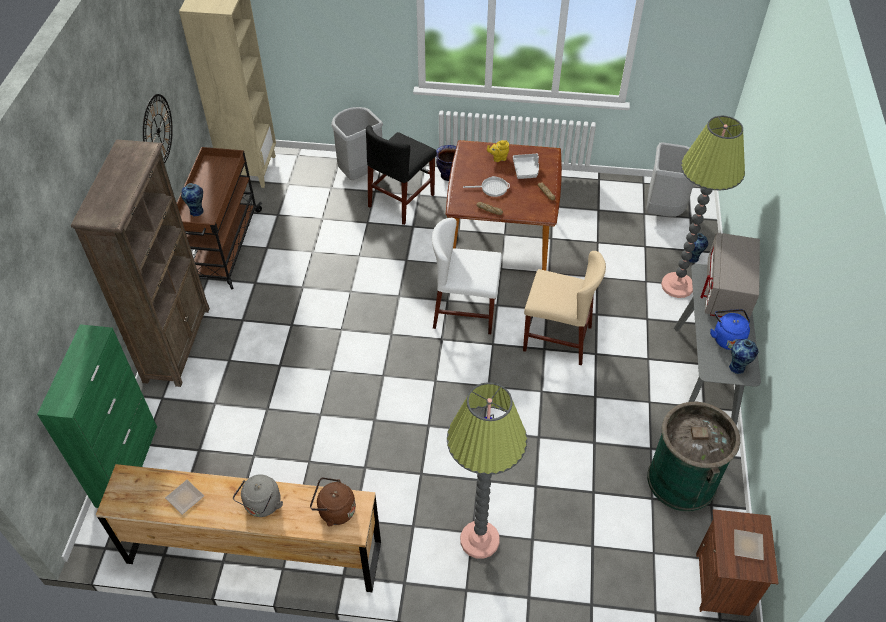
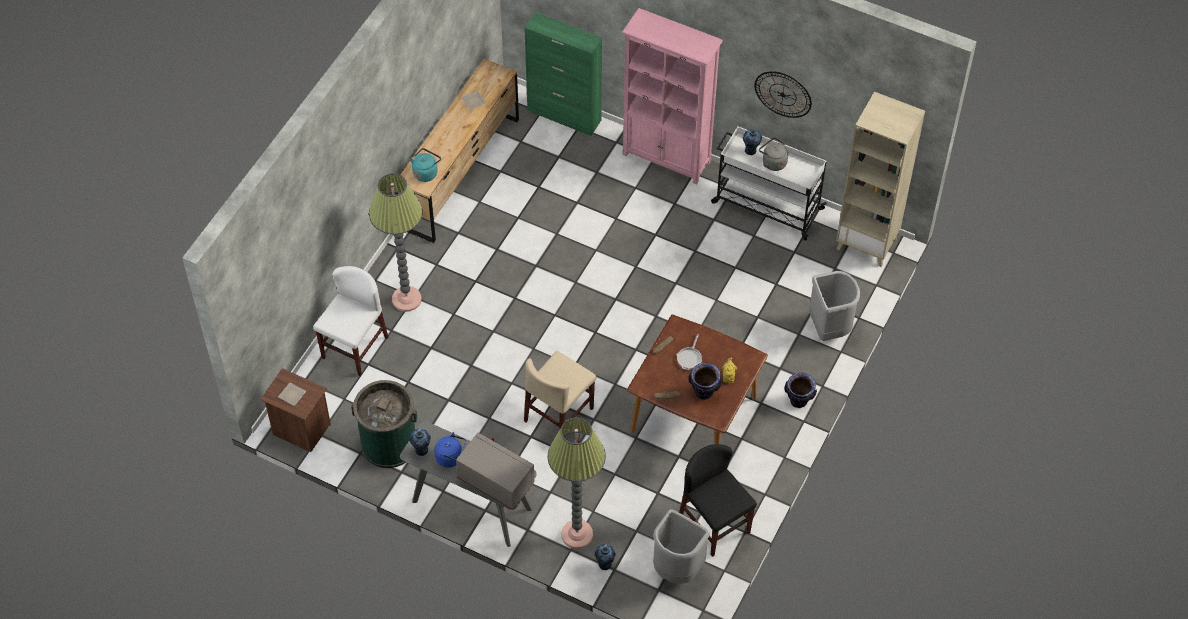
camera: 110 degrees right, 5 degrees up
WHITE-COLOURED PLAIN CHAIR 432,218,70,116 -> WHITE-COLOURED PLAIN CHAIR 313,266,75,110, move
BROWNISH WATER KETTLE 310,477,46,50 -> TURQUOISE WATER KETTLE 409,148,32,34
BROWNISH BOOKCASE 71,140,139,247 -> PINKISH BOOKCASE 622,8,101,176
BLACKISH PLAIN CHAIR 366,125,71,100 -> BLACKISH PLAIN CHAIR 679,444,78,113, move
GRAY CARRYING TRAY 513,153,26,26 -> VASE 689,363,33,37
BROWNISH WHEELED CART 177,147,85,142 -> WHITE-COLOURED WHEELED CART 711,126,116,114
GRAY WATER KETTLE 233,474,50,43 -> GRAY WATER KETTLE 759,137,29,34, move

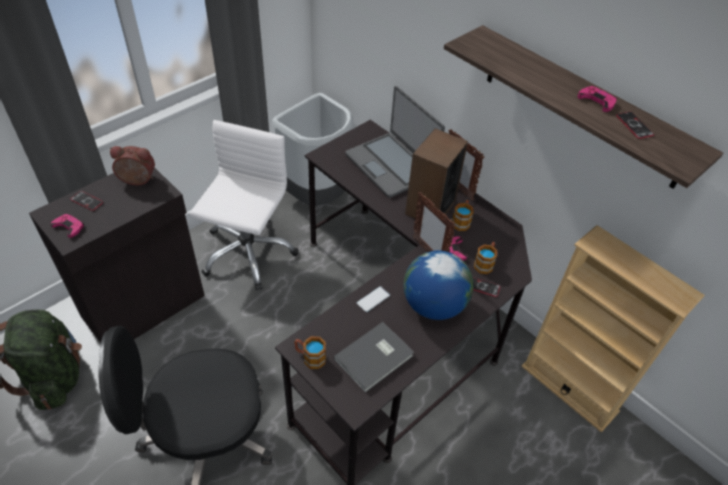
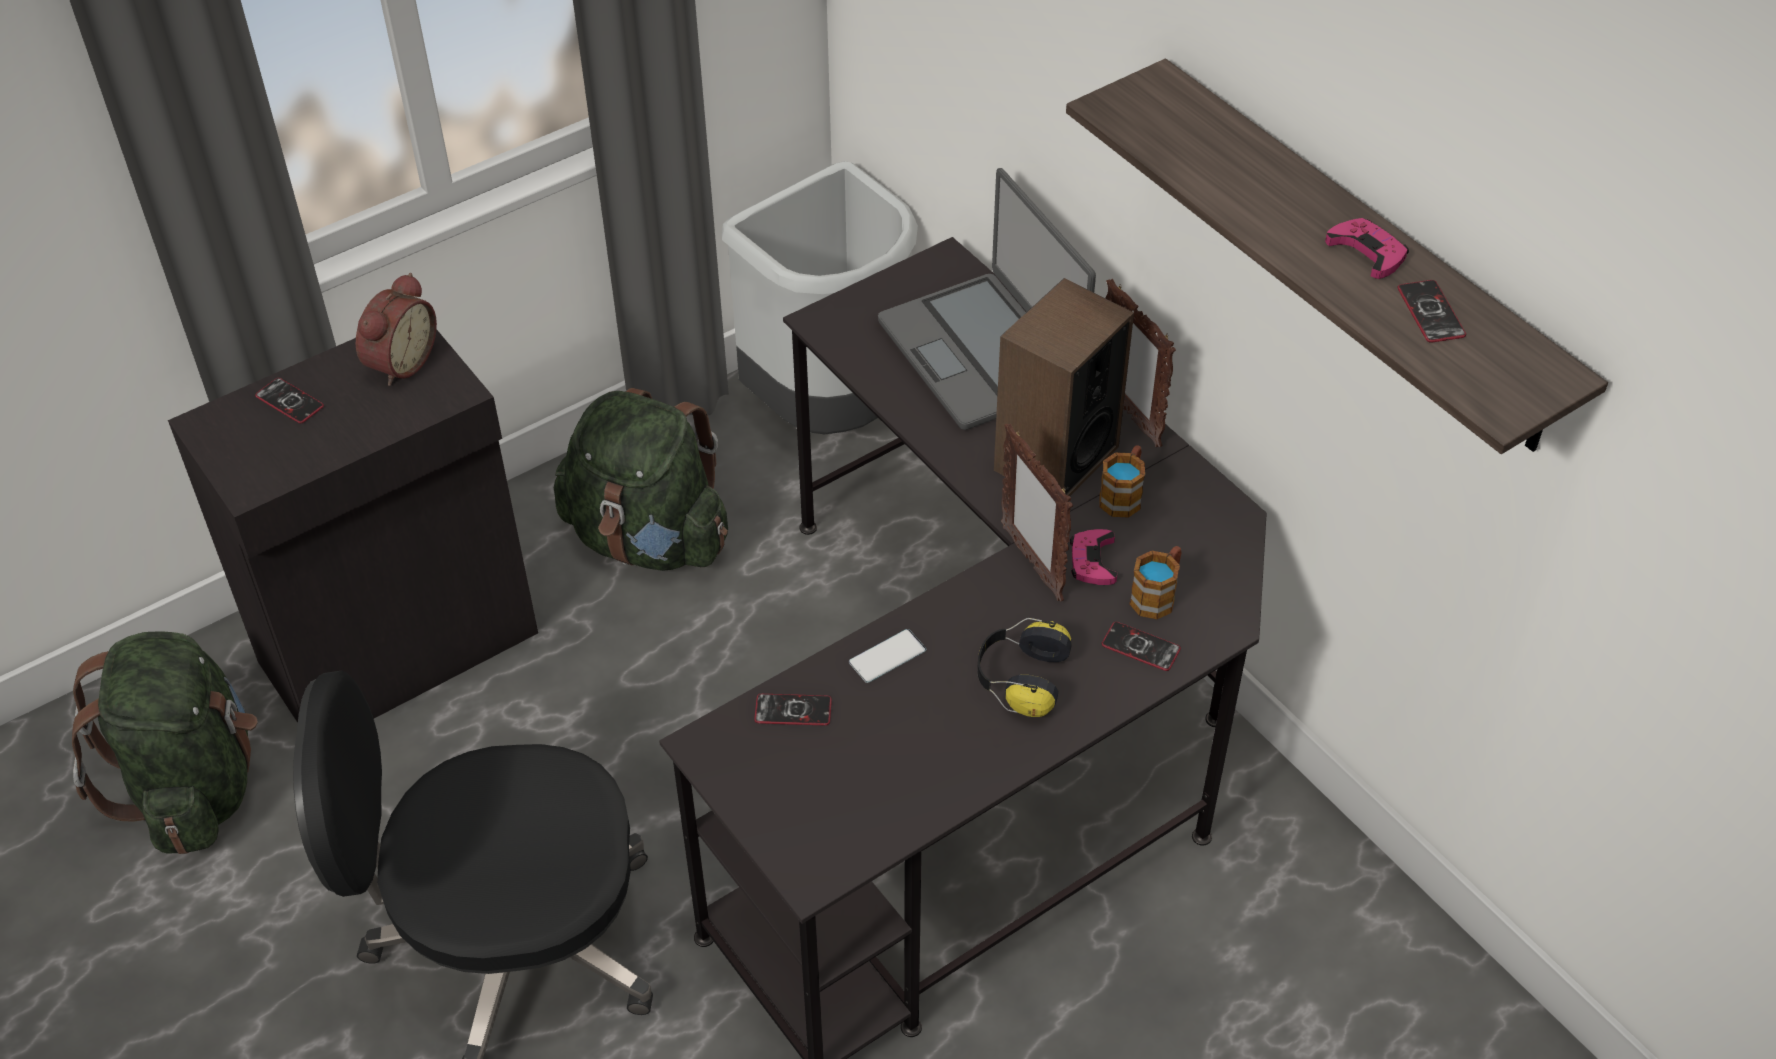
camera: 10 degrees right, 0 degrees up
ALARM CLOCK 110,146,45,39 -> ALARM CLOCK 356,273,81,113, 105 degrees clockwise
WHITE-COLOURED OFFICE CHAIR 190,120,108,171 -> GREEN BACKPACK 554,388,174,183
none -> TELEPHONE 754,694,78,31
WORLD GLOBE 404,250,69,70 -> HEADSET 977,618,95,99
PINKISH GAMEPAD 51,214,33,24 -> none
MUG 294,336,32,33 -> none
GRAY BOUND BOOK 334,322,80,71 -> none
BEIGE BOOKCASE 521,225,184,207 -> none

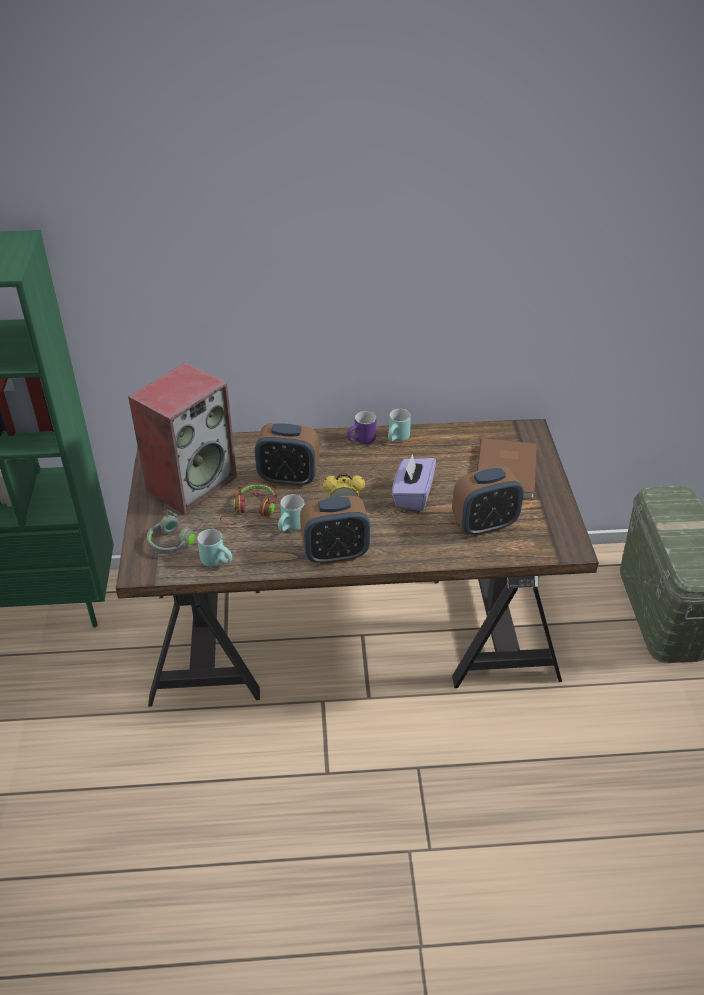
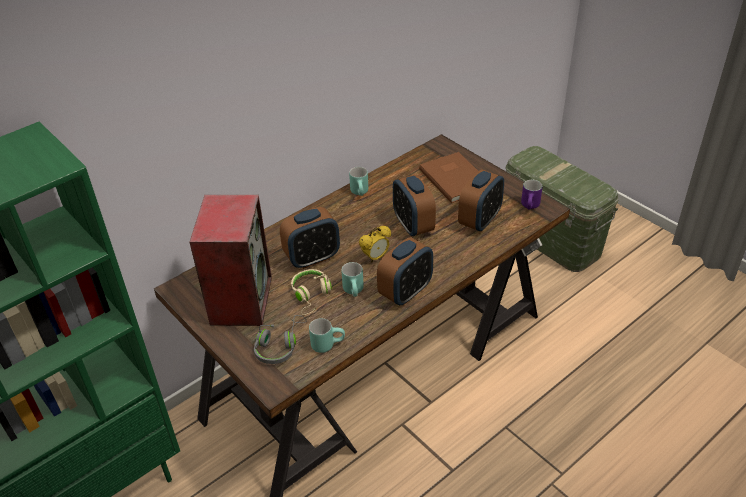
camera: 35 degrees left, 0 degrees up
RED-COLOURED HEADSET 220,483,57,42 -> BEIGE HEADSET 291,269,41,46
PURPLISH BOX OF TISSUES 392,454,44,57 -> ALARM CLOCK 393,174,43,63
PURPLISH MUG 347,411,29,33 -> PURPLISH MUG 521,180,21,30, move

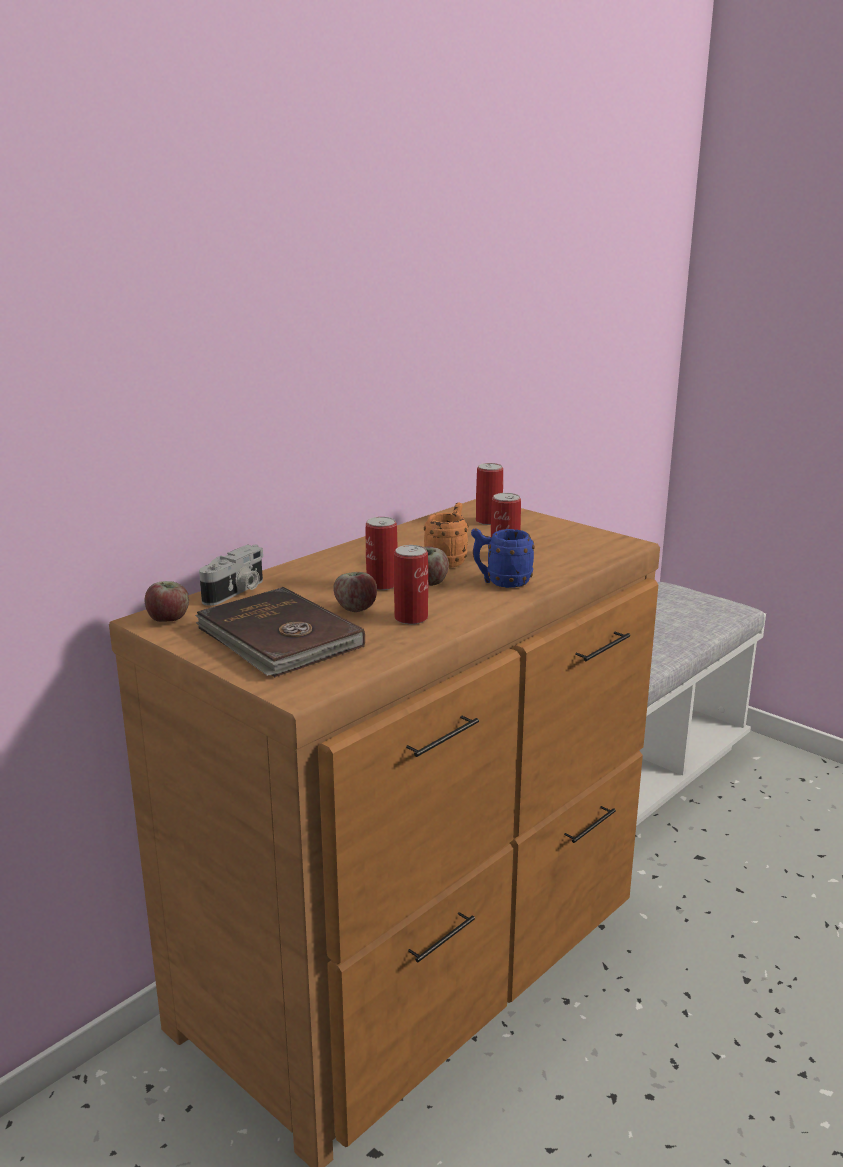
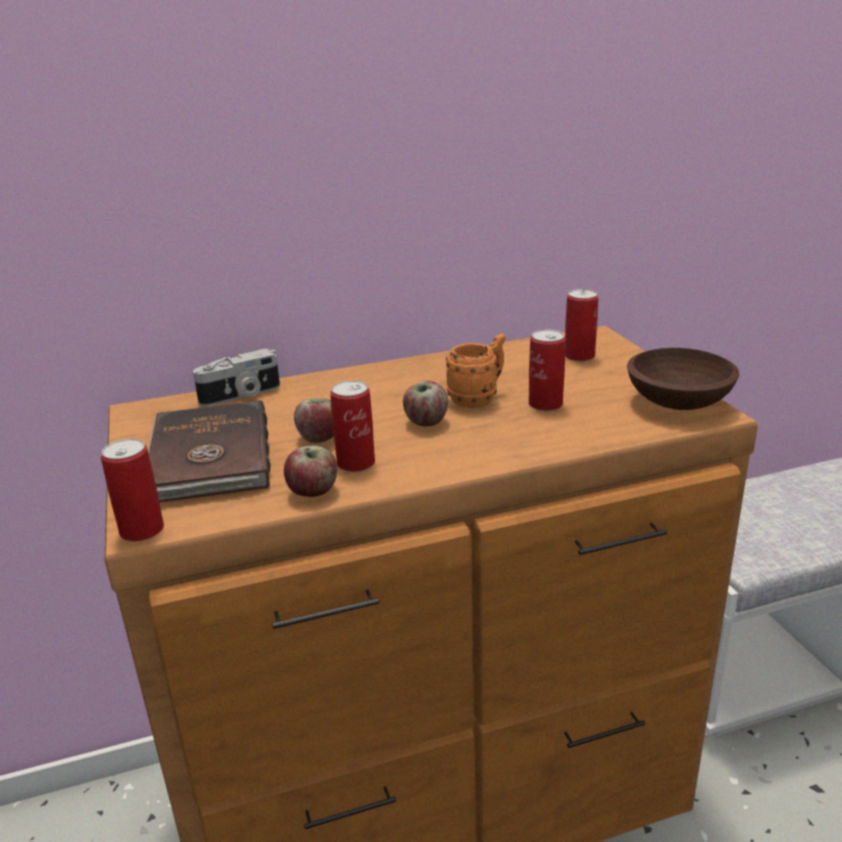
camera: 30 degrees right, 5 degrees up
SEALED CAN 366,517,32,73 -> SEALED CAN 101,439,63,102, move
WHOLE APPLE 145,581,44,41 -> WHOLE APPLE 284,446,53,51, move
none -> BROWNISH DEEP DISH 627,348,112,62
BLUISH MUG 471,529,64,59 -> none

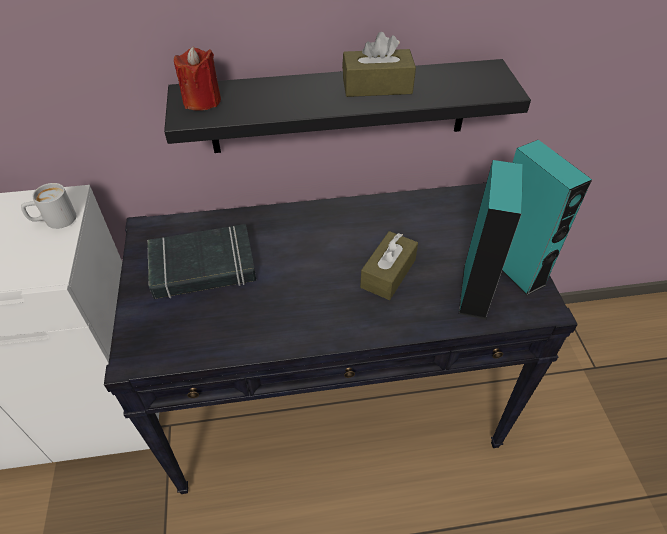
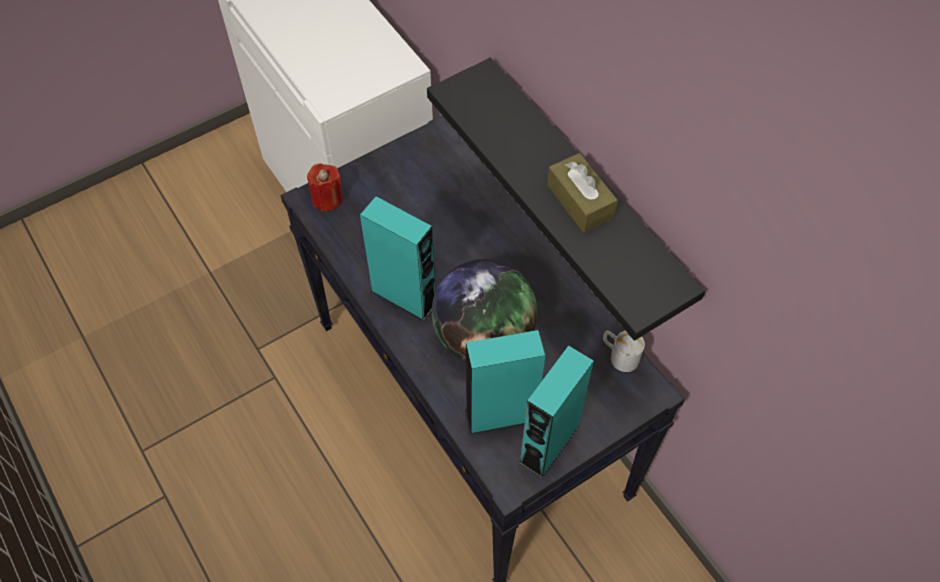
camera: 65 degrees right, 10 degrees up
RED-COLOURED WAX CANDLE 174,47,47,64 -> RED-COLOURED WAX CANDLE 307,163,36,49, move
none -> TURQUOISE LOUDSPEAKER 360,196,76,125
BROWNISH BOX OF TISSUES 360,231,58,69 -> WORLD GLOBE 432,259,105,102
WHITE-COLOURED MUG 21,183,56,46 -> WHITE-COLOURED MUG 603,331,42,41, move
BLACKISH BOUND BOOK 147,224,109,75 -> none

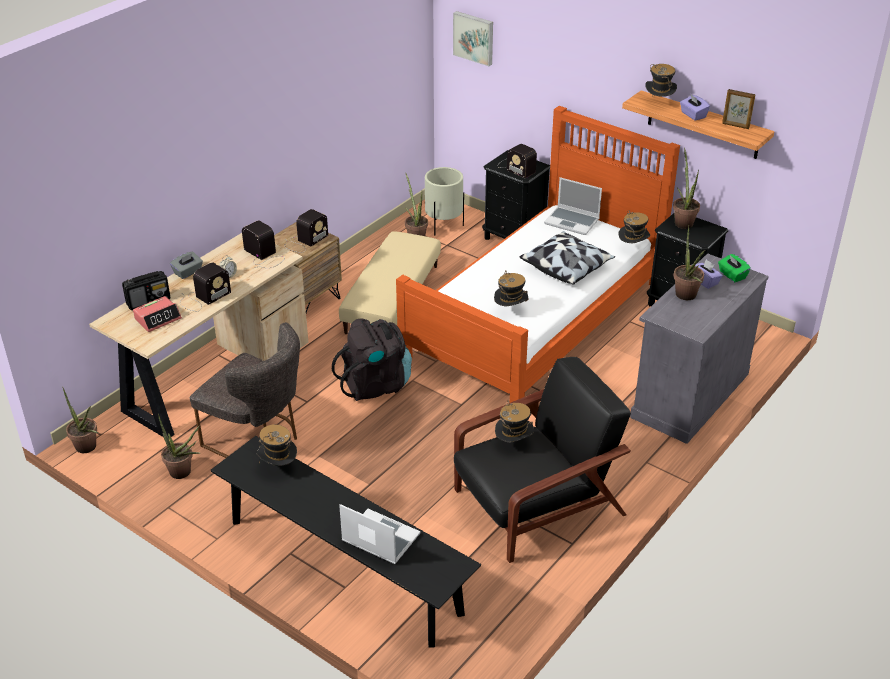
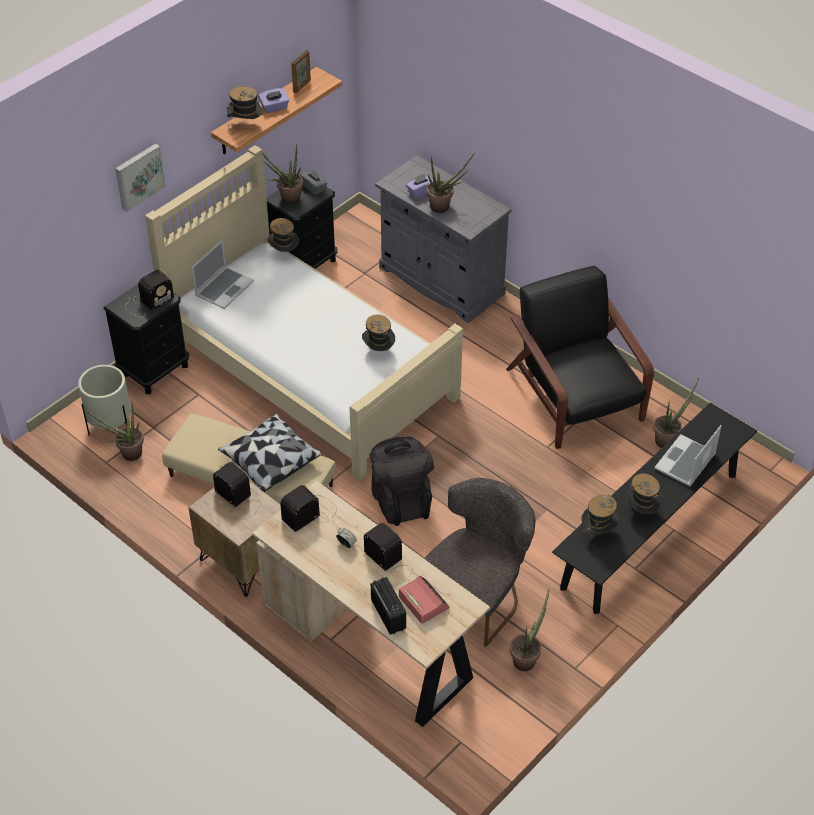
camera: 85 degrees left, 10 degrees up
WALL PICTURE 453,11,40,55 -> WALL PICTURE 115,144,51,68, move
ORANGEY BEDROOM BED 396,106,284,297 -> BEIGE BEDROOM BED 145,145,318,335
THROW PILLOW 520,231,95,54 -> THROW PILLOW 218,413,104,79, move
GRAY BOX OF TISSUES 170,252,33,27 -> GRAY BOX OF TISSUES 300,168,27,27, move
WEARABLE HAT 495,400,39,42 -> WEARABLE HAT 625,474,37,40, move
POTTED PLANT 63,388,35,65 -> POTTED PLANT 653,377,46,71, move
GREEN BOX OF TISSUES 718,254,33,28 -> none

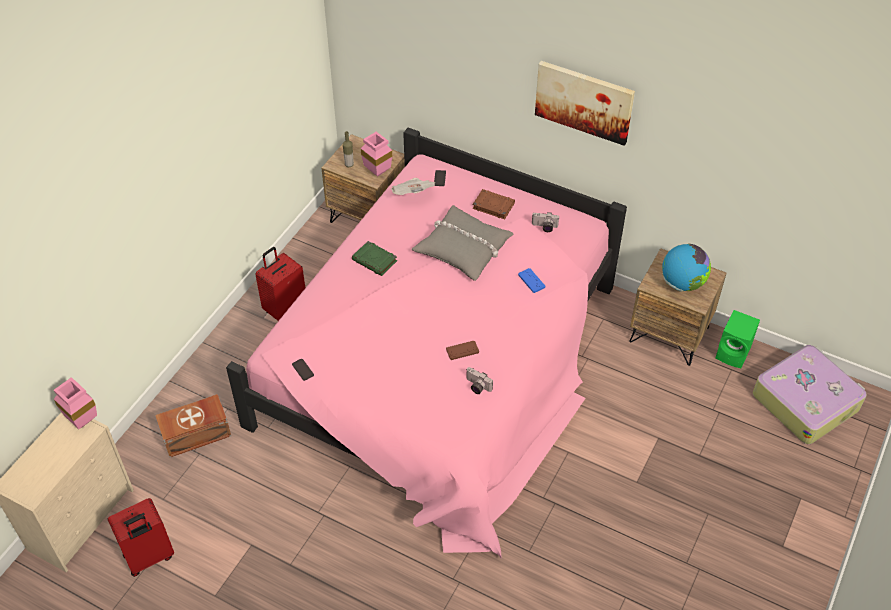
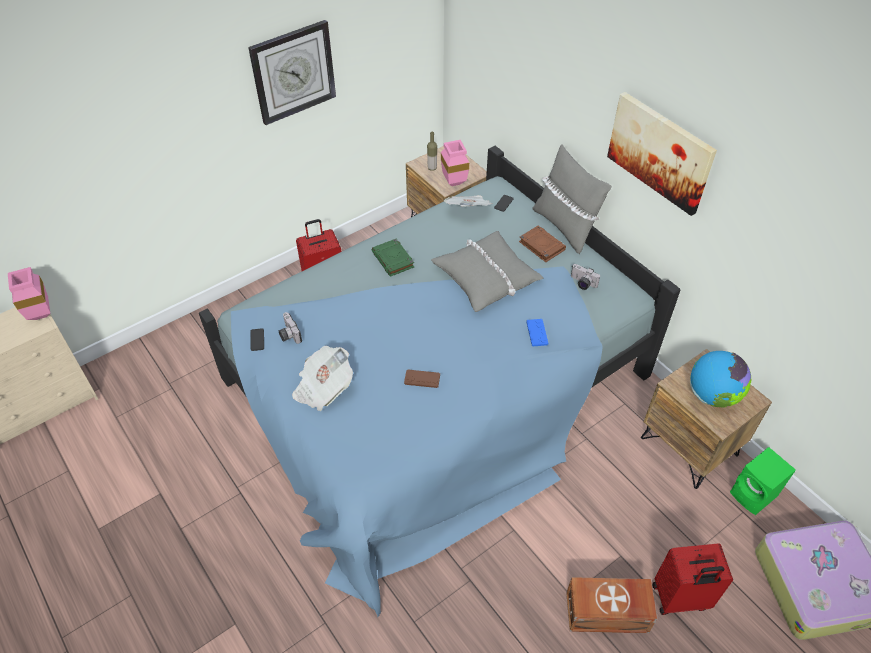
camera: 25 degrees right, 0 degrees up
PINKISH BEDROOM BED 226,128,401,430 -> BLUISH BEDROOM BED 199,146,482,471
none -> HANGING CLOCK 248,20,88,105
STILL CAMERA 466,367,27,27 -> STILL CAMERA 279,312,23,32, move
none -> DAILY PAPER 292,346,61,65
none -> GRAY THROW PILLOW 532,144,80,110
BROWNISH STORAGE BOX 155,394,76,63 -> BROWNISH STORAGE BOX 566,577,91,56, move
RED-COLOURED SUITCASE 108,498,66,79 -> RED-COLOURED SUITCASE 652,544,81,71, move

